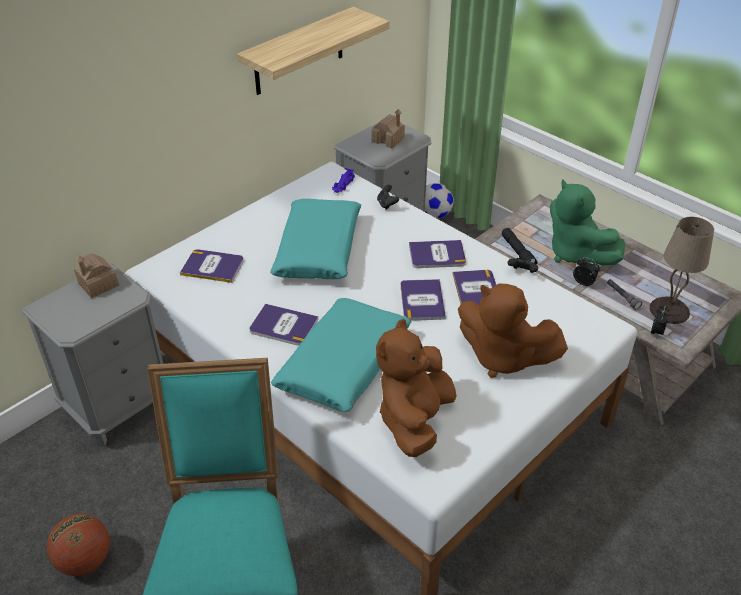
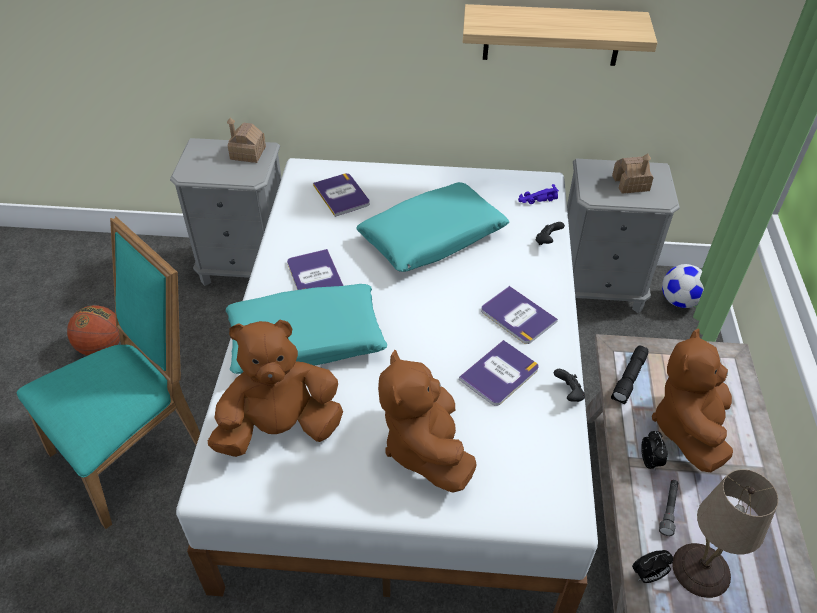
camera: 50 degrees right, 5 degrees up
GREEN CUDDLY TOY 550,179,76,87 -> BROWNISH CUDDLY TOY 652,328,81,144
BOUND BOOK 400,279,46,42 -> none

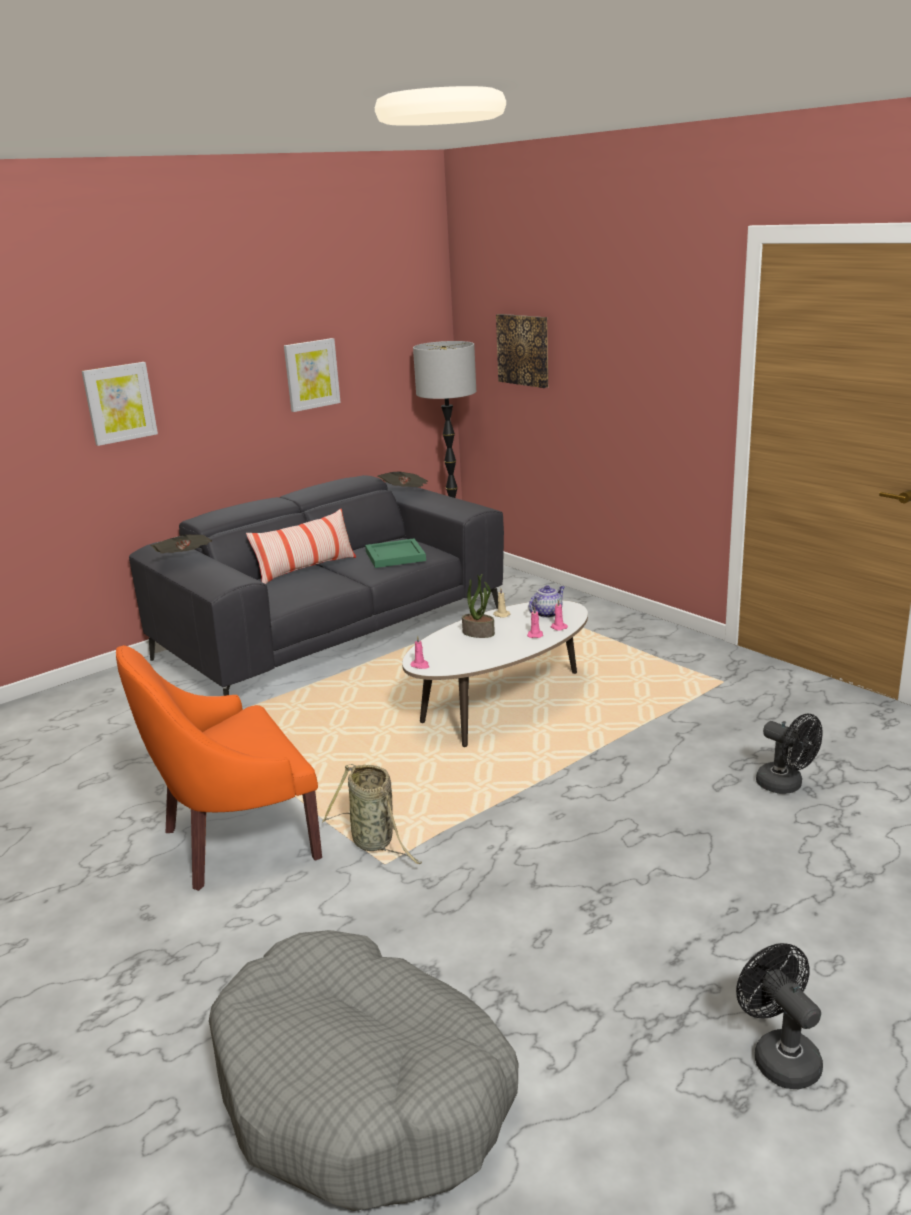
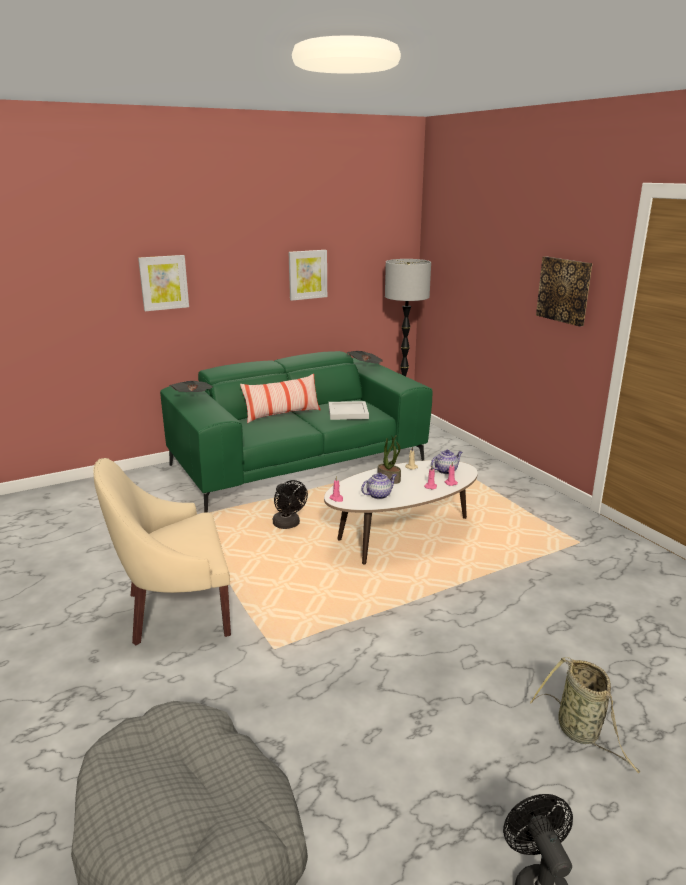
camera: 10 degrees right, 0 degrees up
ORANGEY ARMCHAIR 116,645,206,246 -> BEIGE ARMCHAIR 93,458,138,187
GRAY SOFA 129,475,375,221 -> GREEN SOFA 160,351,273,162
BLACKISH FAN 756,713,67,81 -> BLACKISH FAN 273,480,35,49, move
GREEN CARRYING TRAY 365,538,61,30 -> WHITE-COLOURED CARRYING TRAY 329,401,40,19
none -> TEA POT 361,473,36,26
HOUSEHOLD BASKET 322,764,100,100 -> HOUSEHOLD BASKET 530,657,111,116, move
WALL PICTURE 496,314,52,74 -> WALL PICTURE 536,256,57,71, move

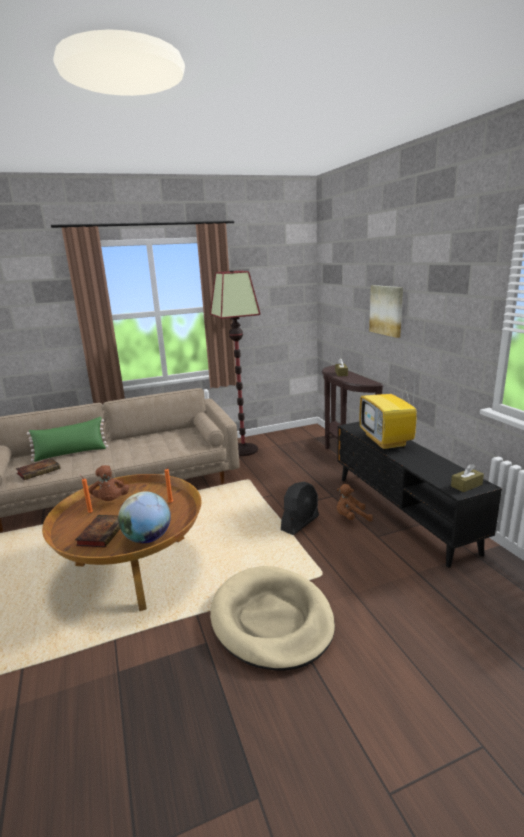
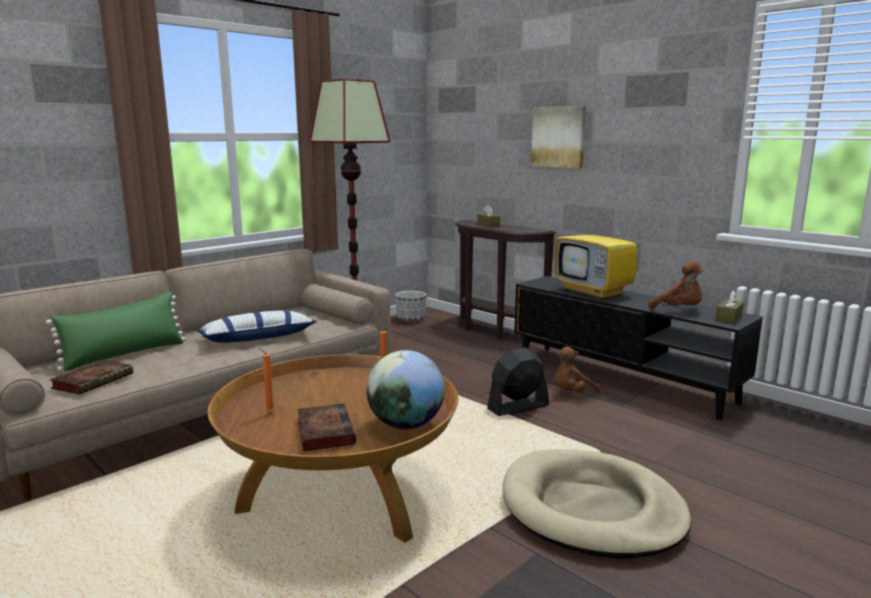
camera: 25 degrees left, 5 degrees down
none -> THROW PILLOW 197,311,120,32
none -> FLOWER POT 395,291,32,31
BLACKISH FAN 281,481,38,54 -> BLACKISH FAN 487,348,62,68, 135 degrees counterclockwise
BROWNISH CUDDLY TOY 88,465,41,36 -> BROWNISH CUDDLY TOY 649,260,54,49, move

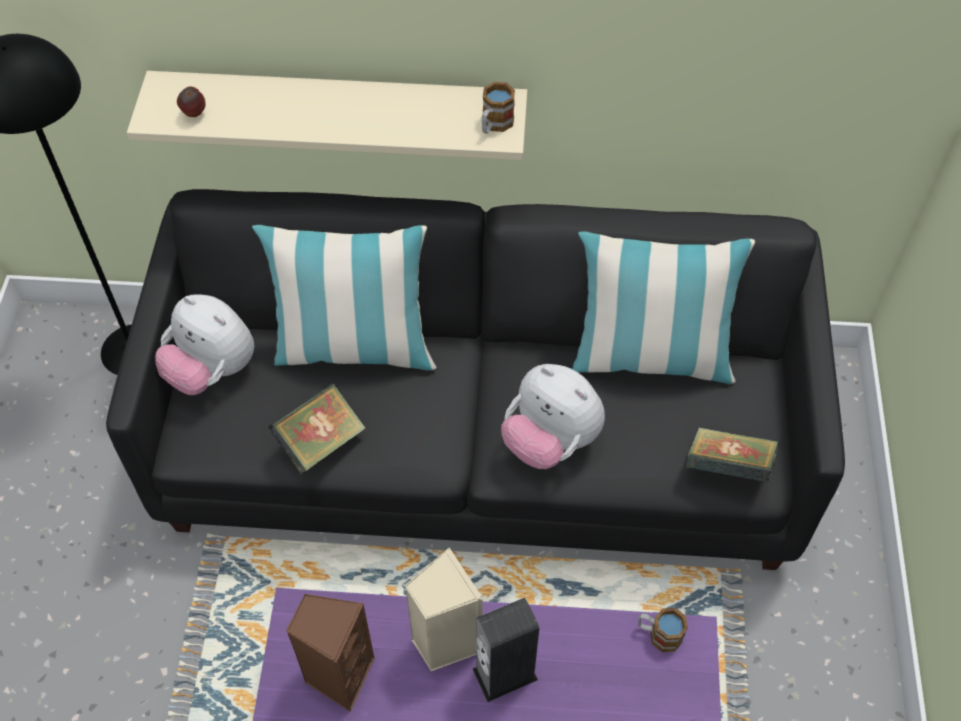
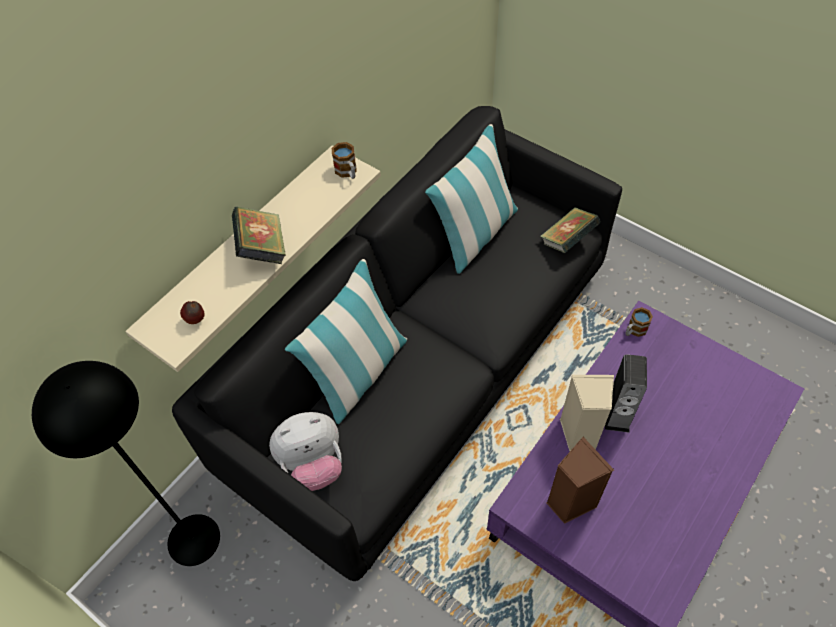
camera: 55 degrees left, 0 degrees up
BOUND BOOK 268,384,98,90 -> BOUND BOOK 232,206,54,58, move
CUDDLY TOY 501,364,104,105 -> none

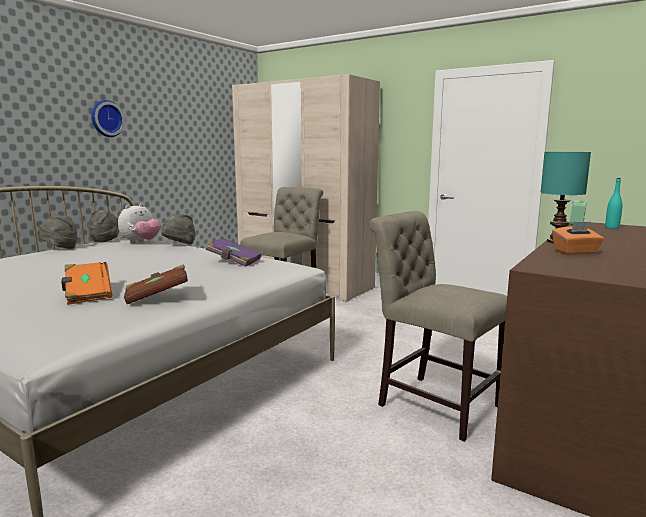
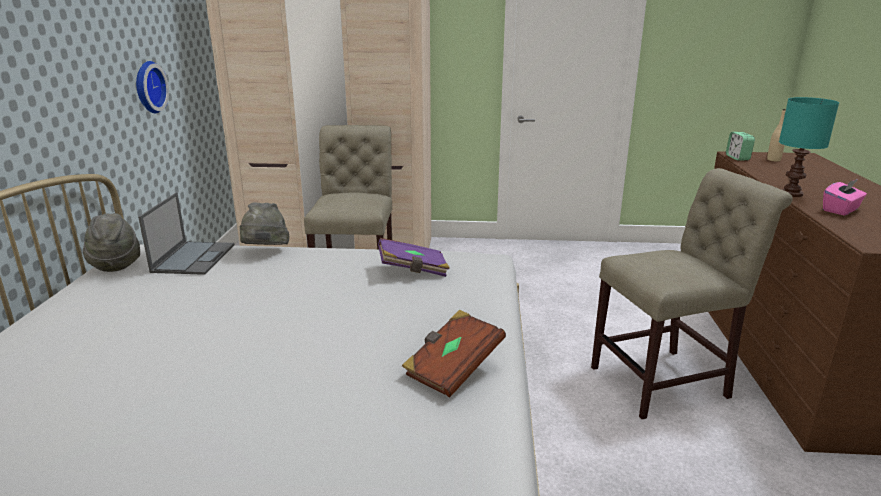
camera: 30 degrees left, 10 degrees up
HANGING CLOCK 91,100,34,37 -> HANGING CLOCK 136,61,33,52, move
CUDDLY TOY 118,203,43,40 -> LAPTOP 138,193,97,82
BEIGE PLAIN CHAIR 370,211,137,231 -> BEIGE PLAIN CHAIR 591,168,202,251, 150 degrees clockwise
TURQUOISE BEVERAGE BOTTLE 605,178,18,51 -> BEIGE BEVERAGE BOTTLE 767,109,19,52
ORANGEY BOX OF TISSUES 552,222,52,33 -> PINKISH BOX OF TISSUES 823,179,44,36
GRAY WEARABLE HAT 37,215,41,34 -> none
ORANGEY BOUND BOOK 61,262,51,43 -> none

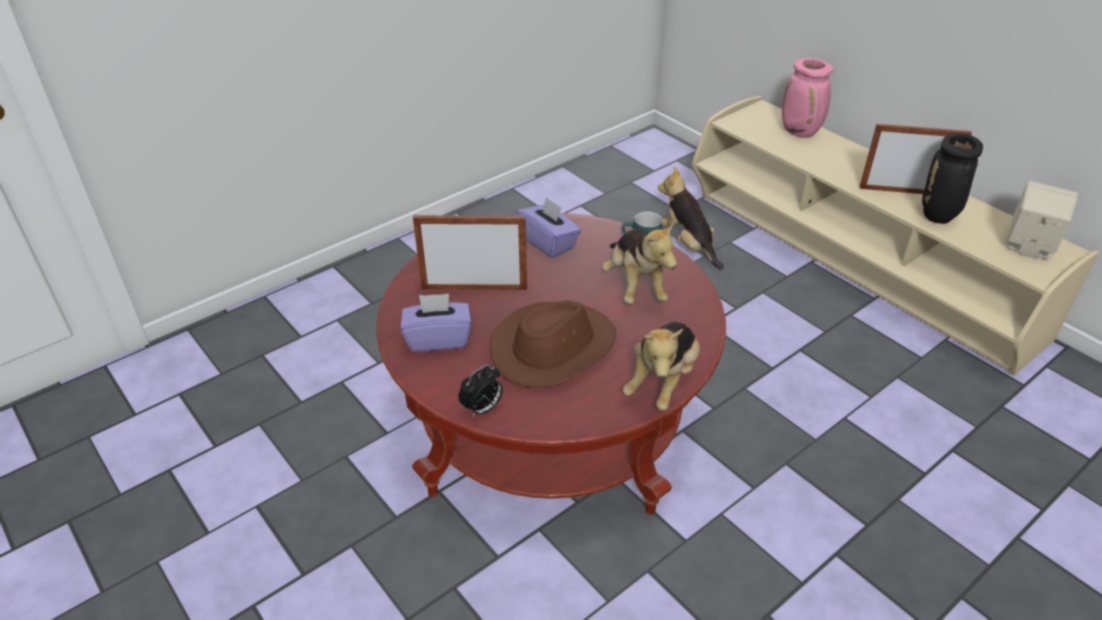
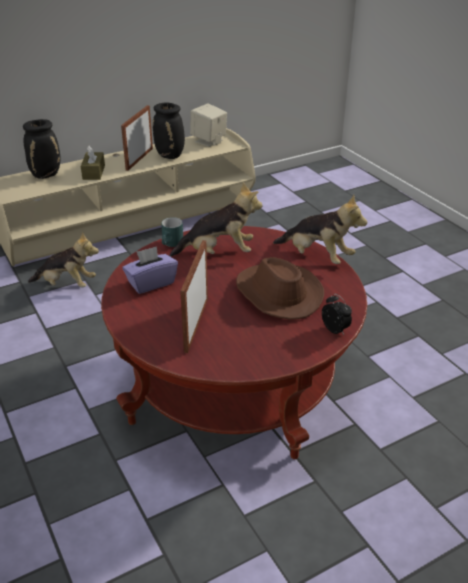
camera: 80 degrees left, 5 degrees down
PINKISH VASE 782,57,51,81 -> BLACKISH VASE 23,119,37,60
CUDDLY TOY 658,167,66,103 -> CUDDLY TOY 28,231,71,57, 150 degrees counterclockwise
none -> BROWNISH BOX OF TISSUES 81,146,24,34
PURPLISH BOX OF TISSUES 401,294,71,58 -> none

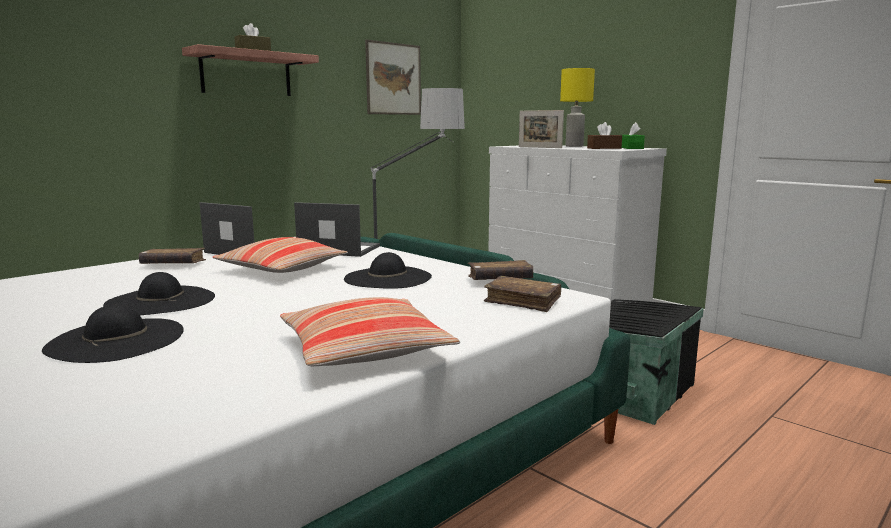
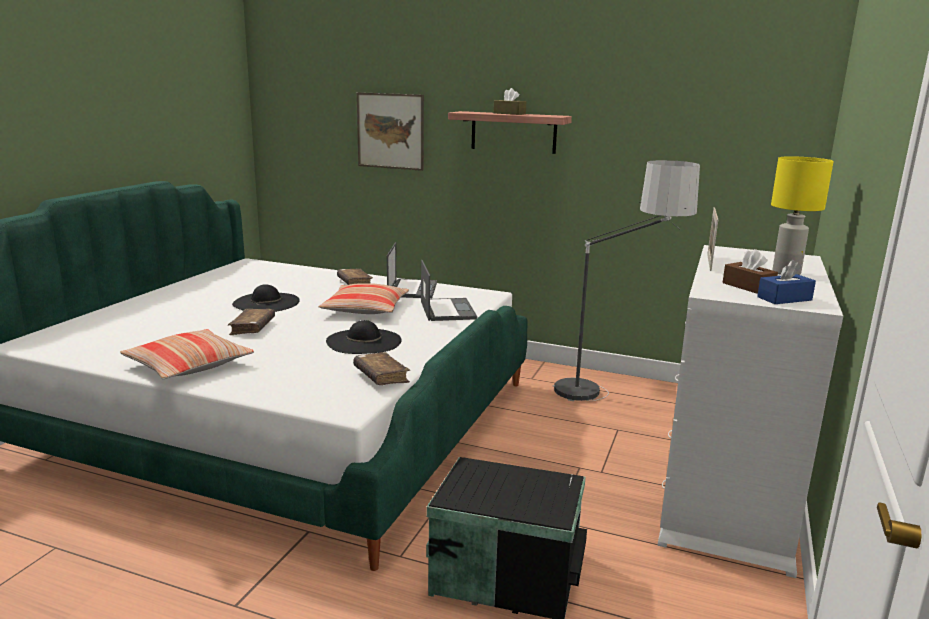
camera: 65 degrees right, 5 degrees up
BROWNISH BOUND BOOK 484,276,78,36 -> BROWNISH BOUND BOOK 228,309,47,26, move
WALL PICTURE 365,39,56,76 -> WALL PICTURE 357,92,67,79, move
GREEN BOX OF TISSUES 622,122,23,27 -> BLUISH BOX OF TISSUES 757,260,59,44
BLACKISH WEARABLE HAT 42,305,142,58 -> none

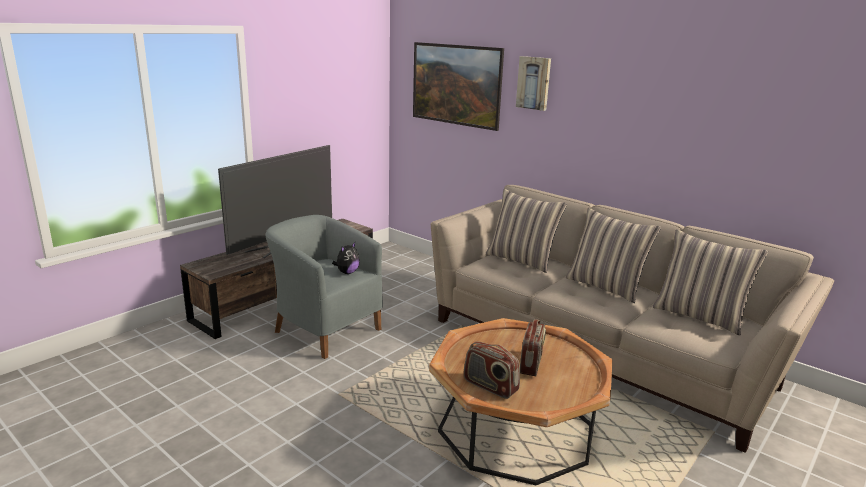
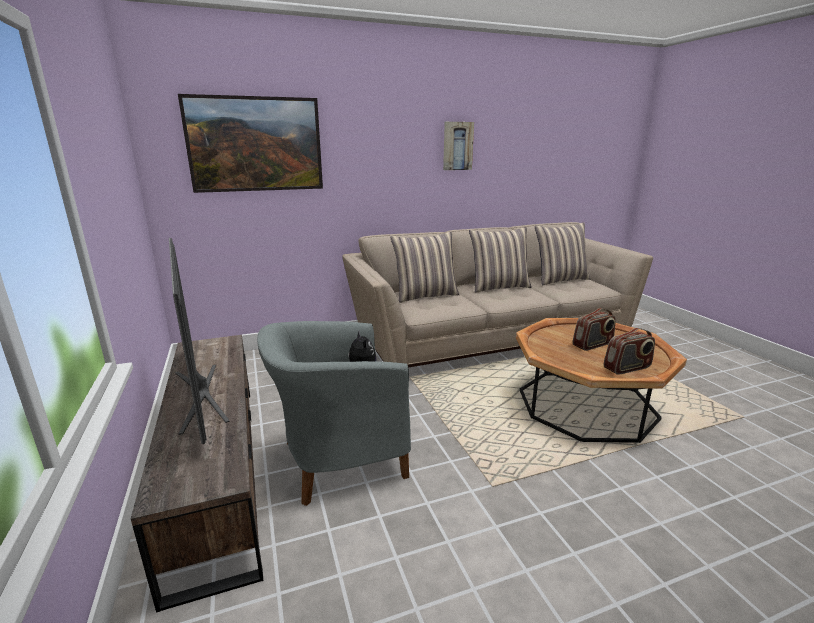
camera: 60 degrees left, 0 degrees up
WALL PICTURE 516,56,35,55 -> WALL PICTURE 443,122,31,48, move
RADIO 520,319,26,57 -> RADIO 573,308,43,43, 105 degrees clockwise

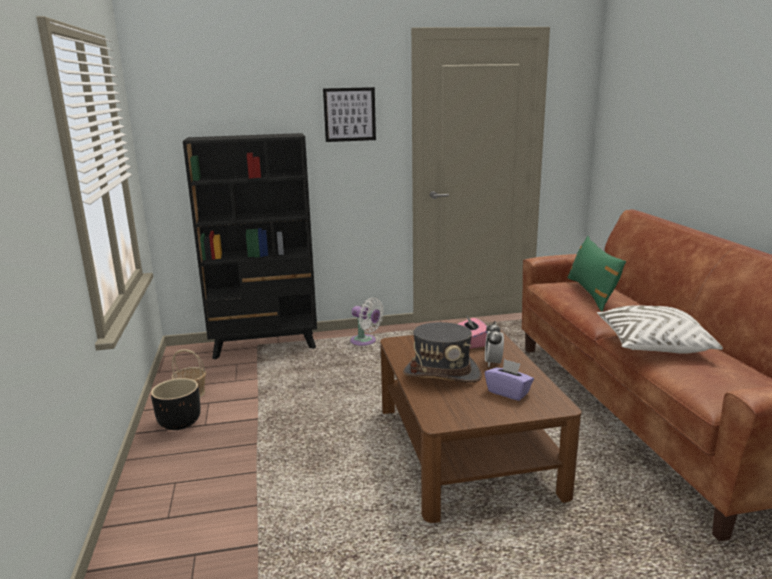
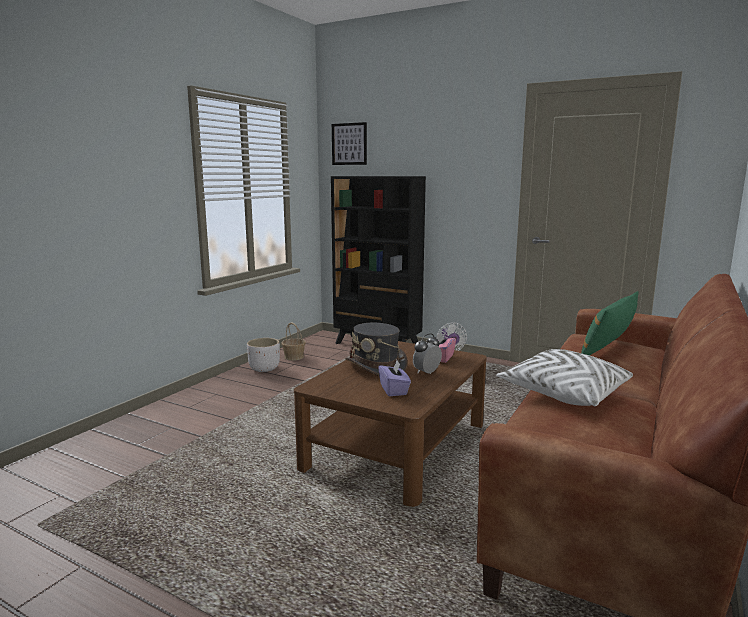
camera: 40 degrees right, 5 degrees down
BLACKISH FLOWER POT 151,378,50,52 -> WHITE-COLOURED FLOWER POT 247,338,33,34
WALL PICTURE 323,87,53,55 -> WALL PICTURE 332,122,35,43, move

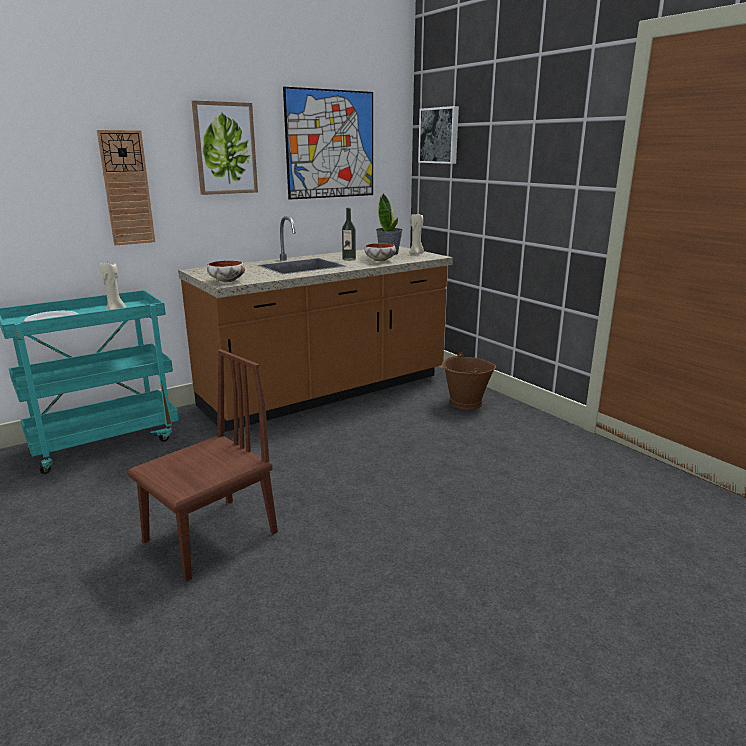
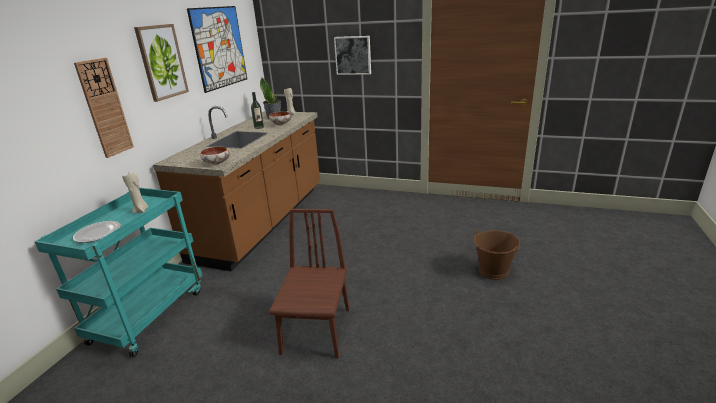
camera: 35 degrees left, 5 degrees up
WALL PICTURE 418,106,41,58 -> WALL PICTURE 334,36,37,39, move
BROWNISH BUCKET 442,352,54,58 -> BROWNISH BUCKET 473,230,47,50, move

